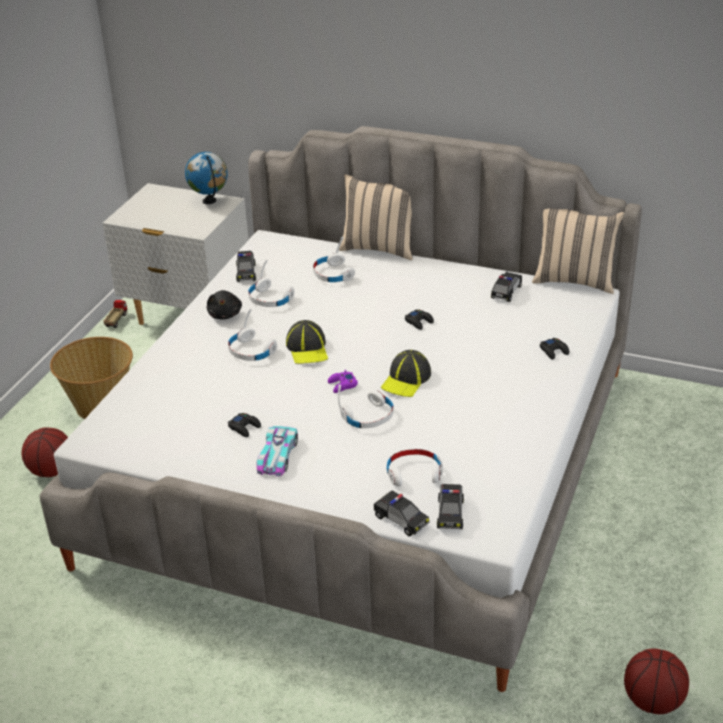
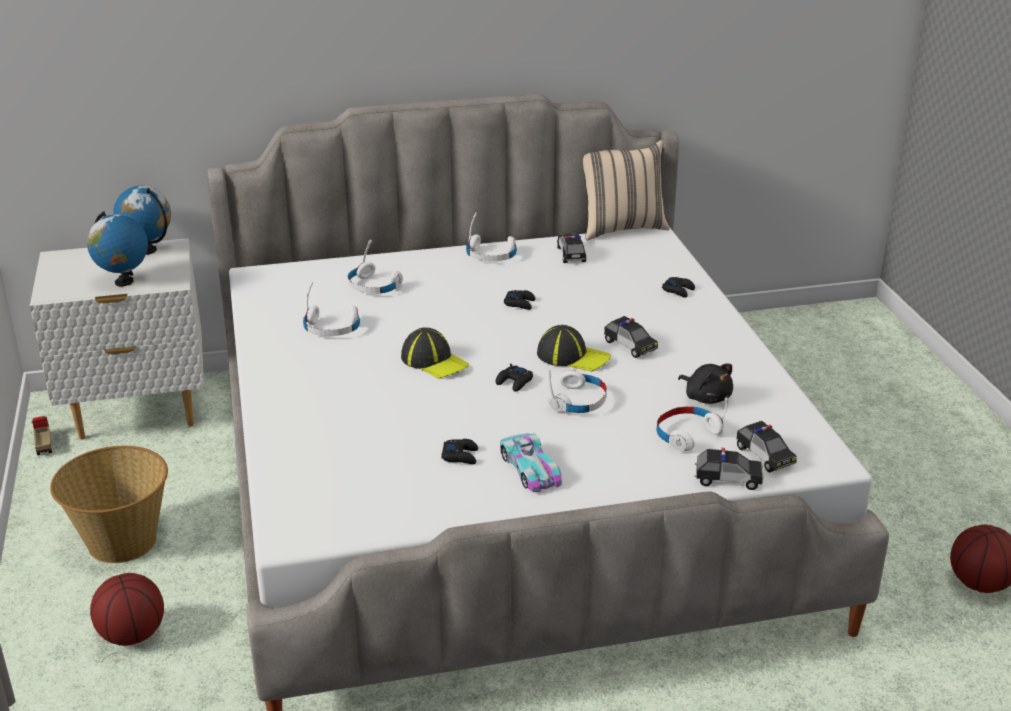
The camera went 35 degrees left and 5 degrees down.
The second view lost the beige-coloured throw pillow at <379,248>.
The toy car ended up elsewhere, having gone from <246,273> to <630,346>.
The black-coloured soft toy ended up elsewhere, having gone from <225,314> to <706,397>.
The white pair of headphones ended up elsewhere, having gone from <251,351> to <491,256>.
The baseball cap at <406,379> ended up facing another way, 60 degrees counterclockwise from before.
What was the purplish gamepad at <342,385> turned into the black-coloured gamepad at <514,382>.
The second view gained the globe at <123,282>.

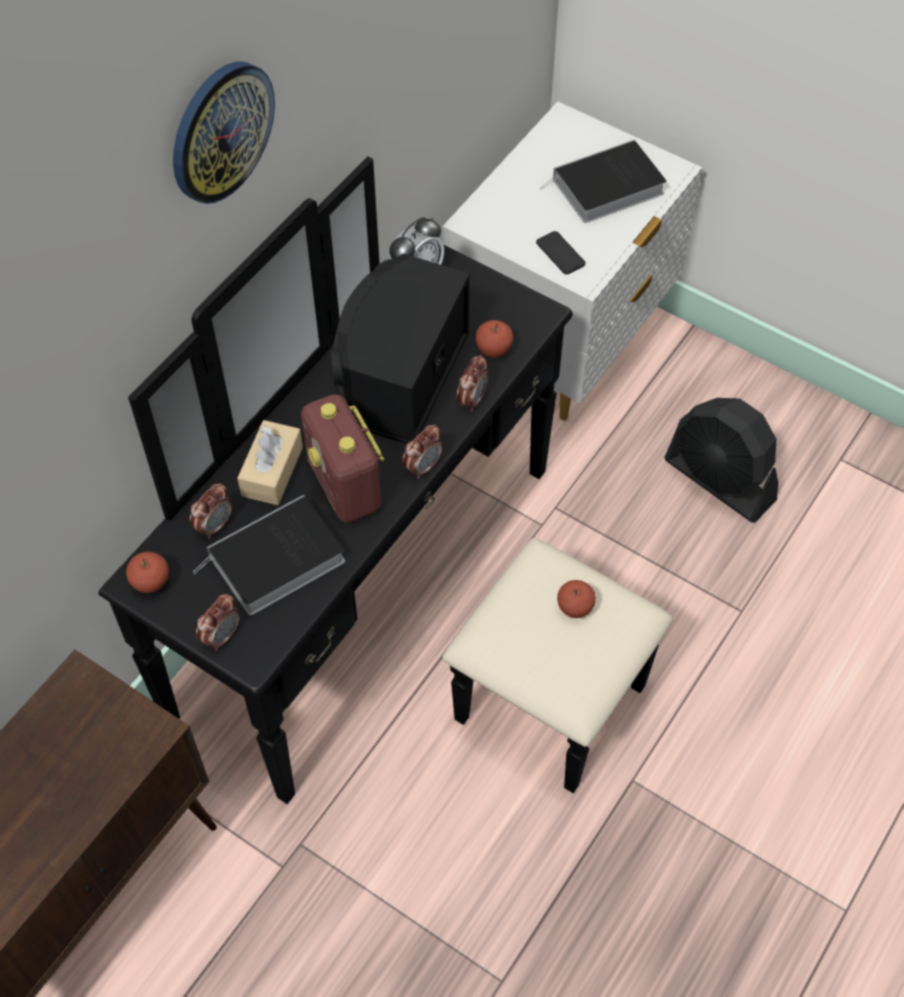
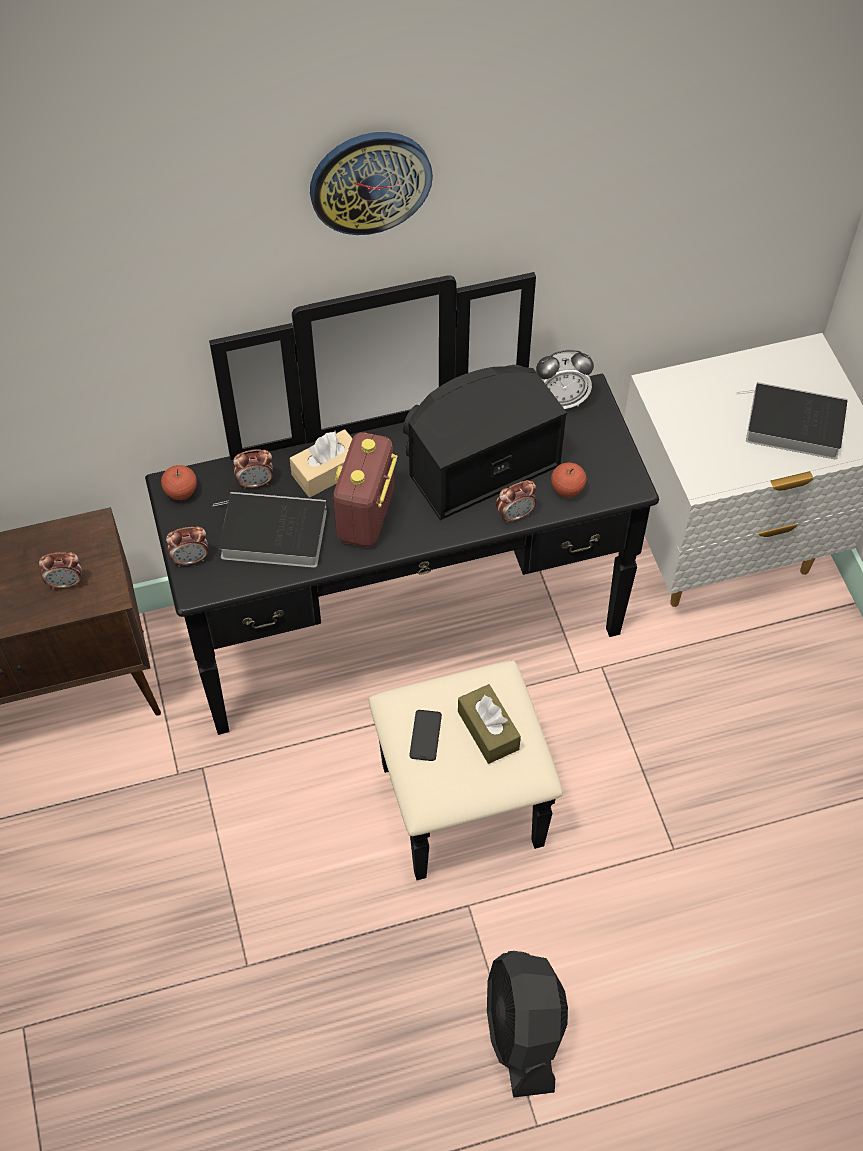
The camera went 40 degrees right and 0 degrees up.
The telephone ended up elsewhere, having gone from <560,253> to <425,735>.
The black-coloured electric fan ended up elsewhere, having gone from <719,481> to <523,1032>.
The alarm clock ended up elsewhere, having gone from <423,466> to <66,583>.
Where the apple fruit stood at <574,608>, the brownish tissue holder came to stand at <488,730>.

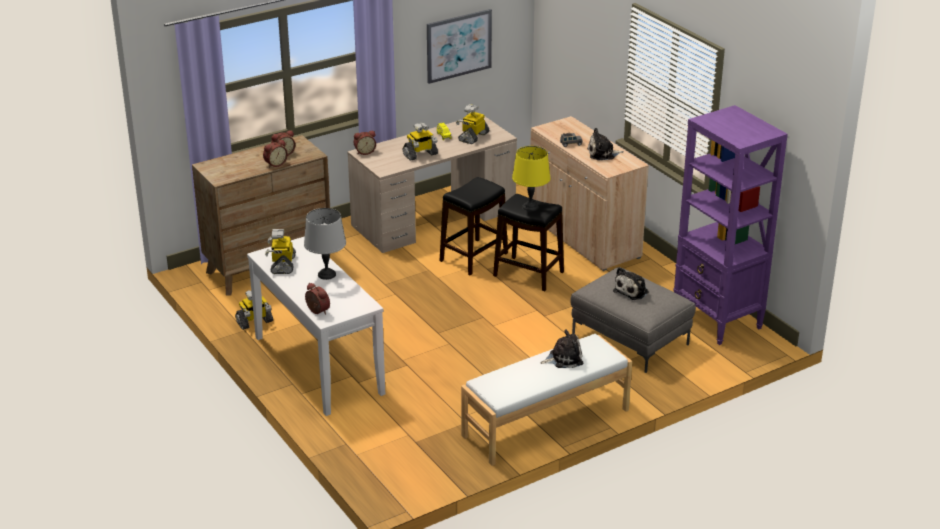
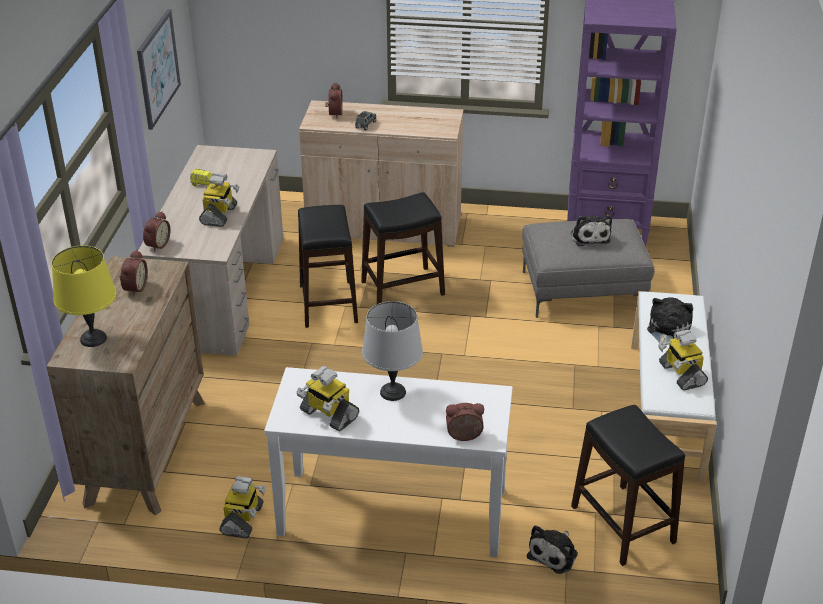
The camera went 50 degrees left and 5 degrees up.
The robot figure ended up elsewhere, having gone from <473,137> to <681,374>.
The soft toy ended up elsewhere, having gone from <602,154> to <554,554>.
The alarm clock ended up elsewhere, having gone from <275,164> to <334,113>.
The yellow table lamp ended up elsewhere, having gone from <531,207> to <94,338>.
The second view gained the black-coloured stool at <623,524>.

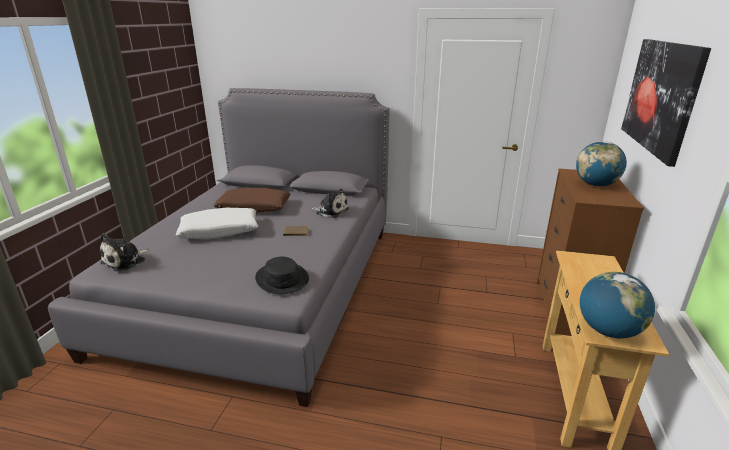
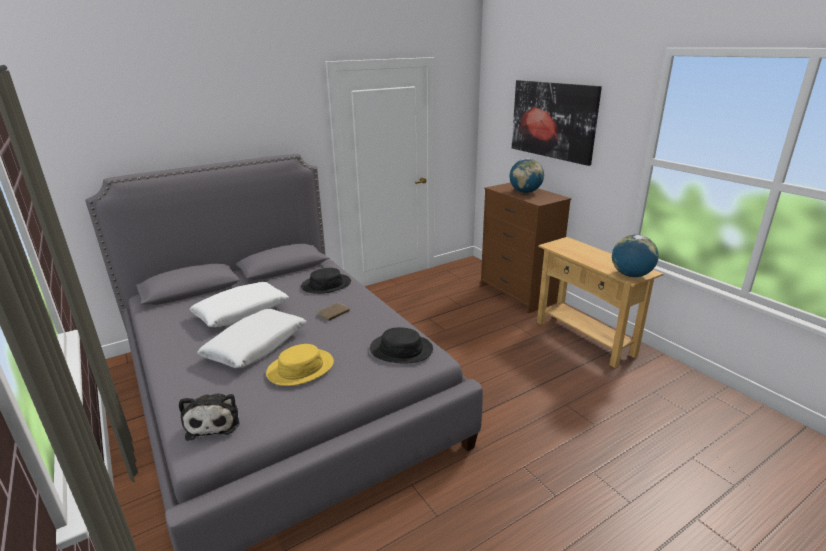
The camera went 45 degrees left and 0 degrees up.
What was the brownish throw pillow at <254,207> turned into the white throw pillow at <241,312>.
Where the soft toy stood at <331,211>, the black-coloured hat came to stand at <326,284>.
The second view gained the yellow hat at <300,368>.

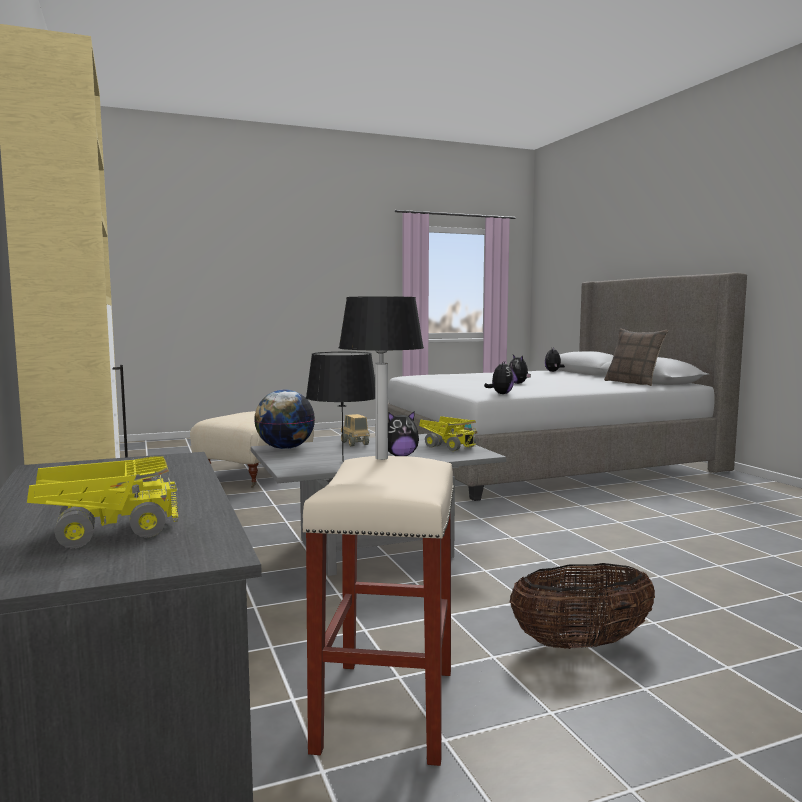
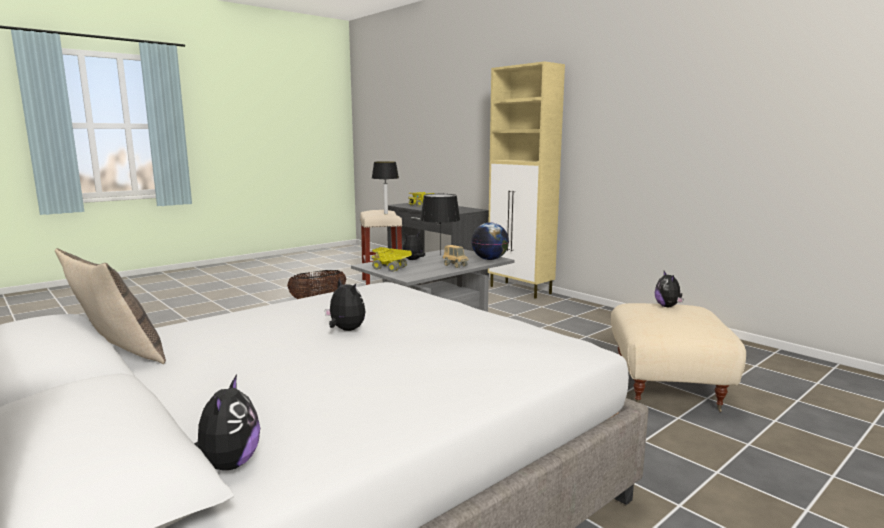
The camera went 160 degrees right and 5 degrees up.
The soft toy ended up elsewhere, having gone from <500,394> to <668,306>.

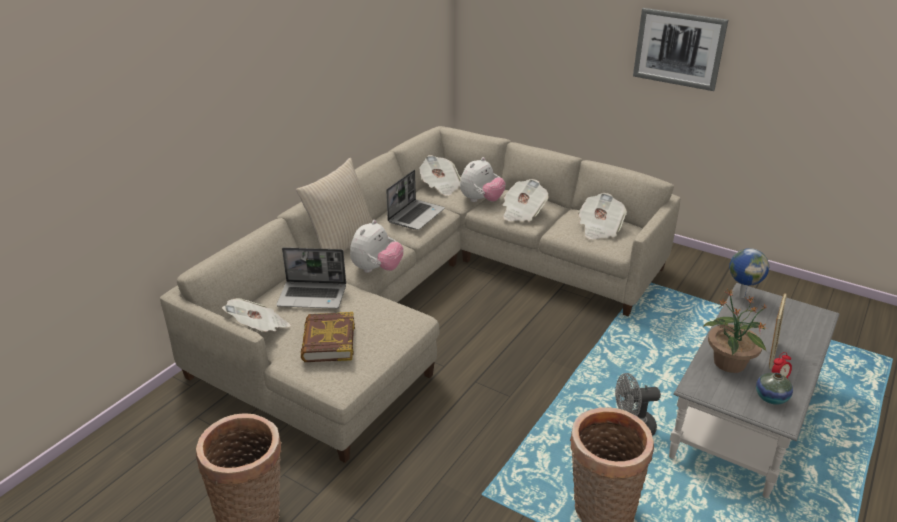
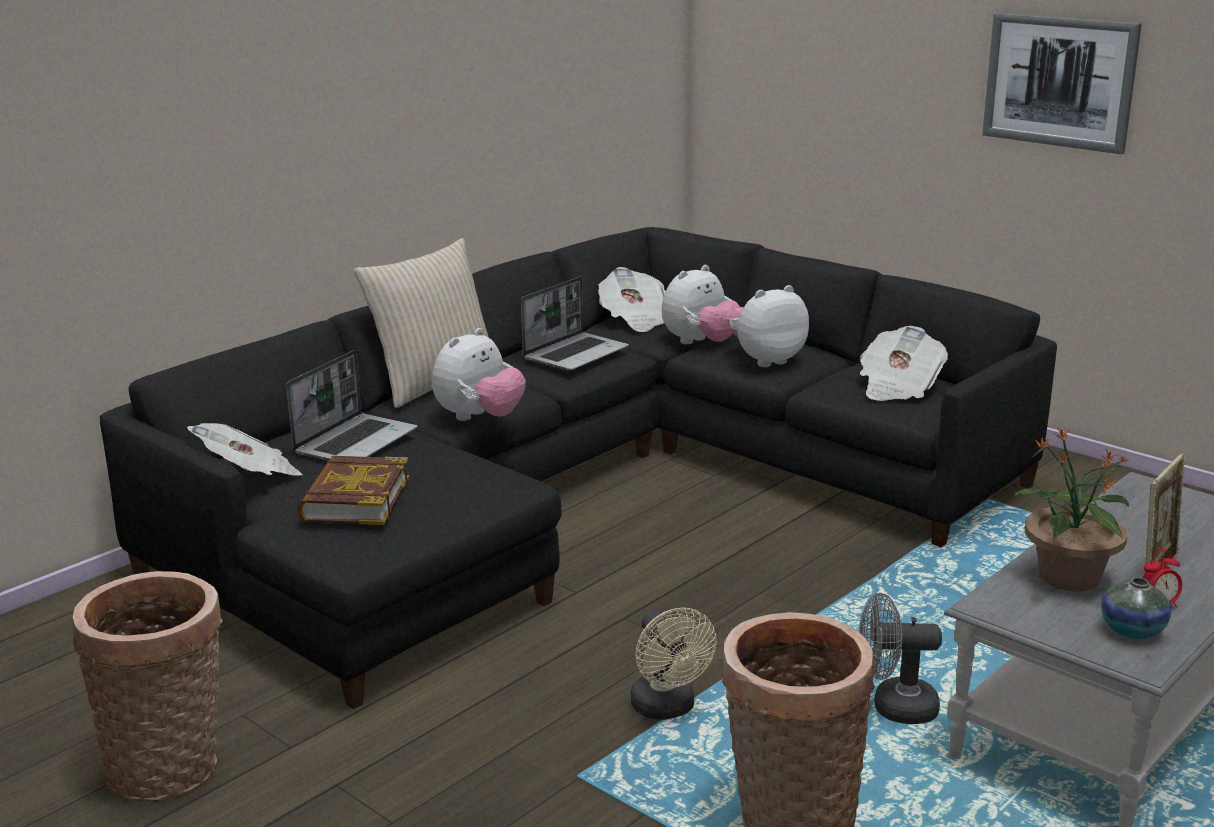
The camera went 10 degrees right and 10 degrees down.
What was the beige-coloured couch at <426,295> turned into the black-coloured couch at <581,493>.
Where the daily paper stood at <522,212>, the soft toy came to stand at <766,360>.
The laptop at <313,296> ended up facing another way, 75 degrees counterclockwise from before.
The second view lost the globe at <741,295>.
The second view gained the beige-coloured electric fan at <667,709>.

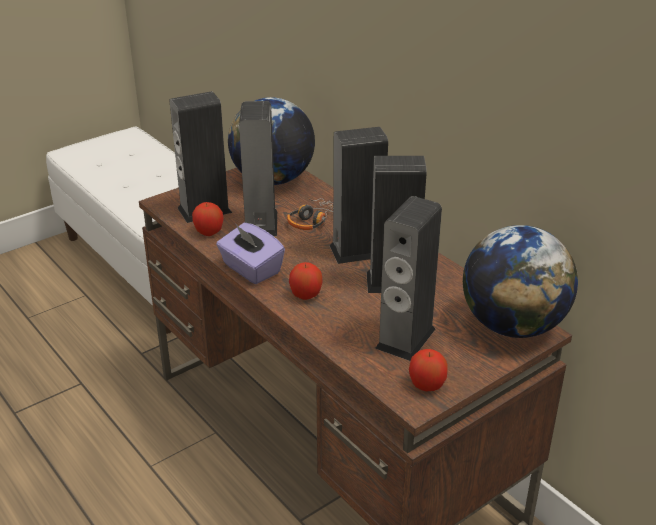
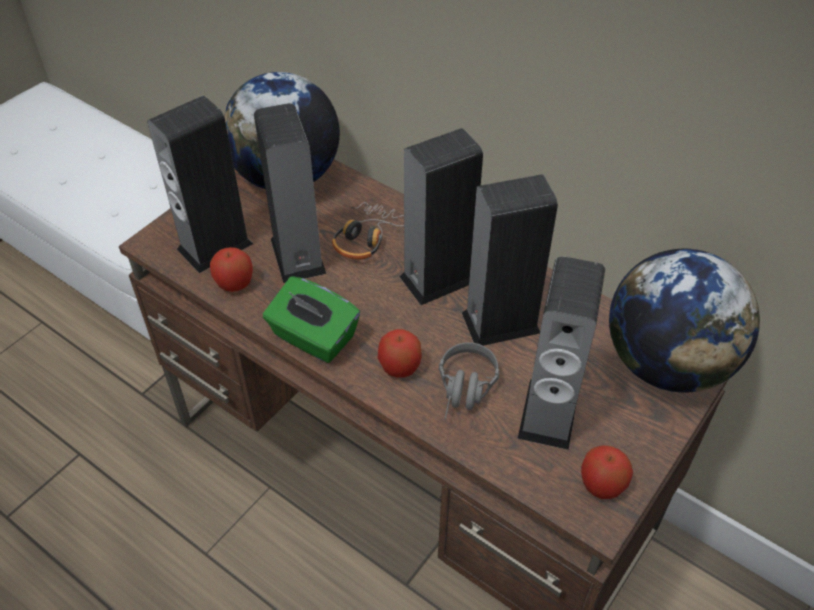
The camera went 15 degrees left and 15 degrees up.
What was the purplish tissue holder at <251,269> turned into the green tissue holder at <313,338>.
The second view gained the greyish pair of headphones at <465,392>.

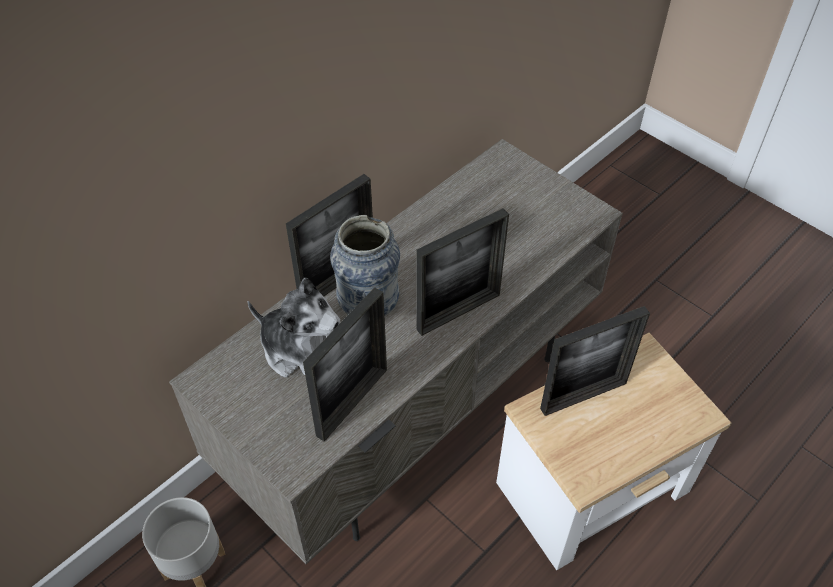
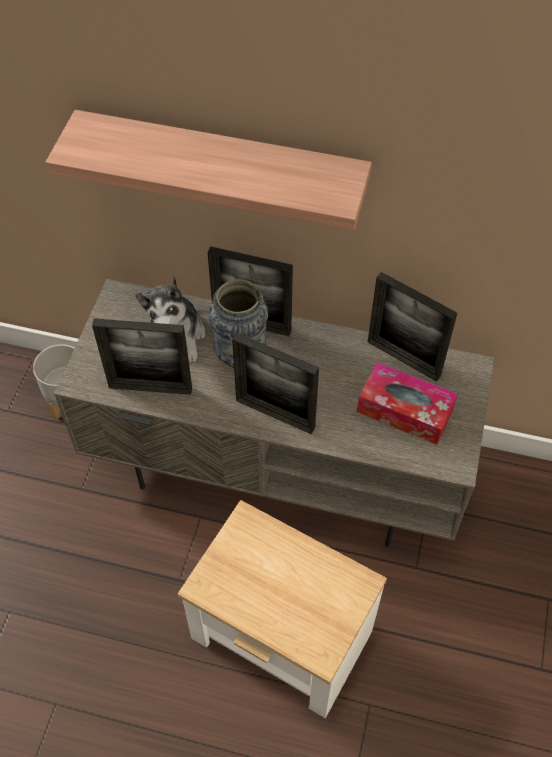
The camera went 60 degrees right and 5 degrees up.
The picture frame ended up elsewhere, having gone from <583,396> to <403,358>.
The second view gained the wall shelf at <222,167>.
The second view gained the tissue holder at <404,411>.

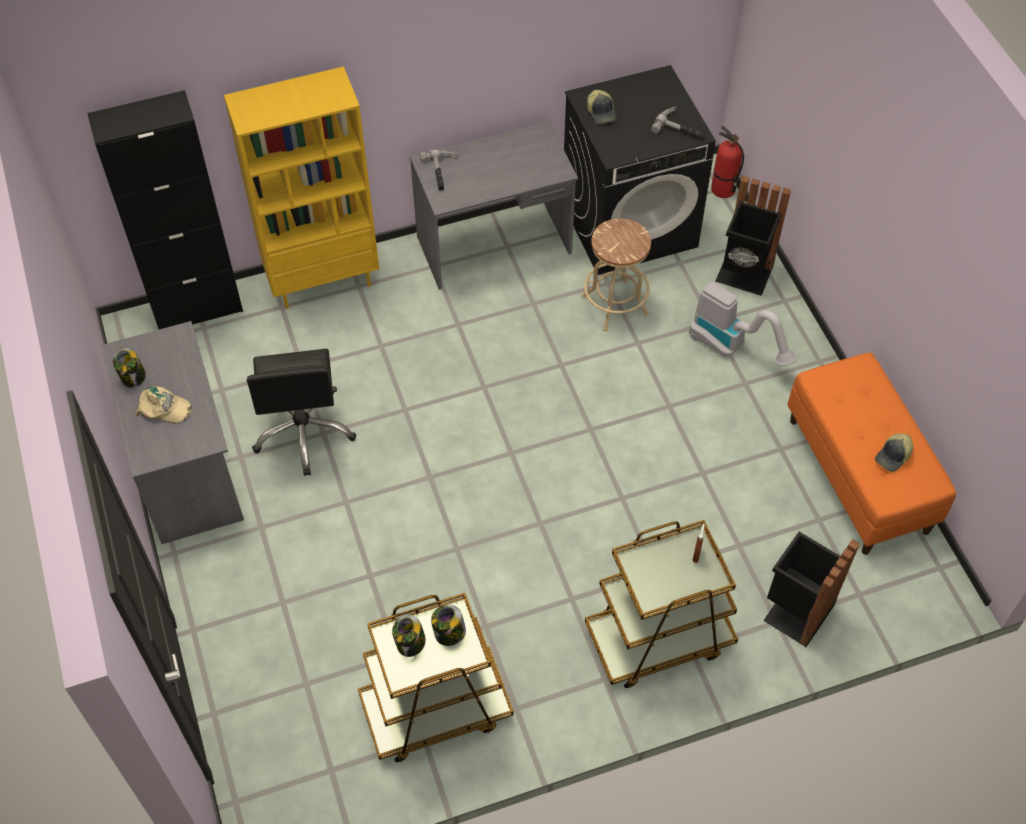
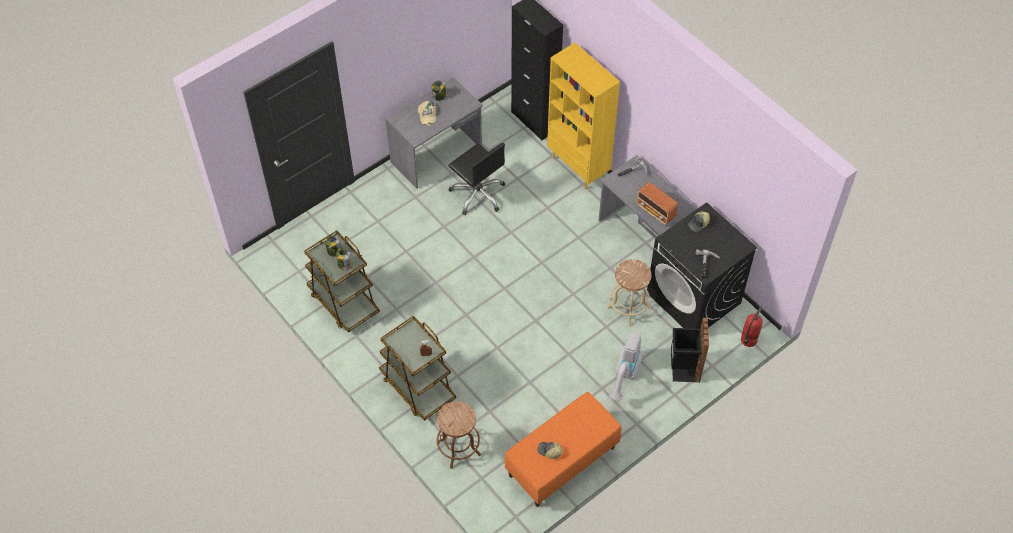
The camera went 70 degrees right and 0 degrees up.
The black-coloured desk chair at <304,432> ended up facing another way, 105 degrees counterclockwise from before.
Where the black-coloured rubbish bin stood at <795,611>, the brownish stool came to stand at <458,448>.
The second view gained the radio set at <656,211>.

